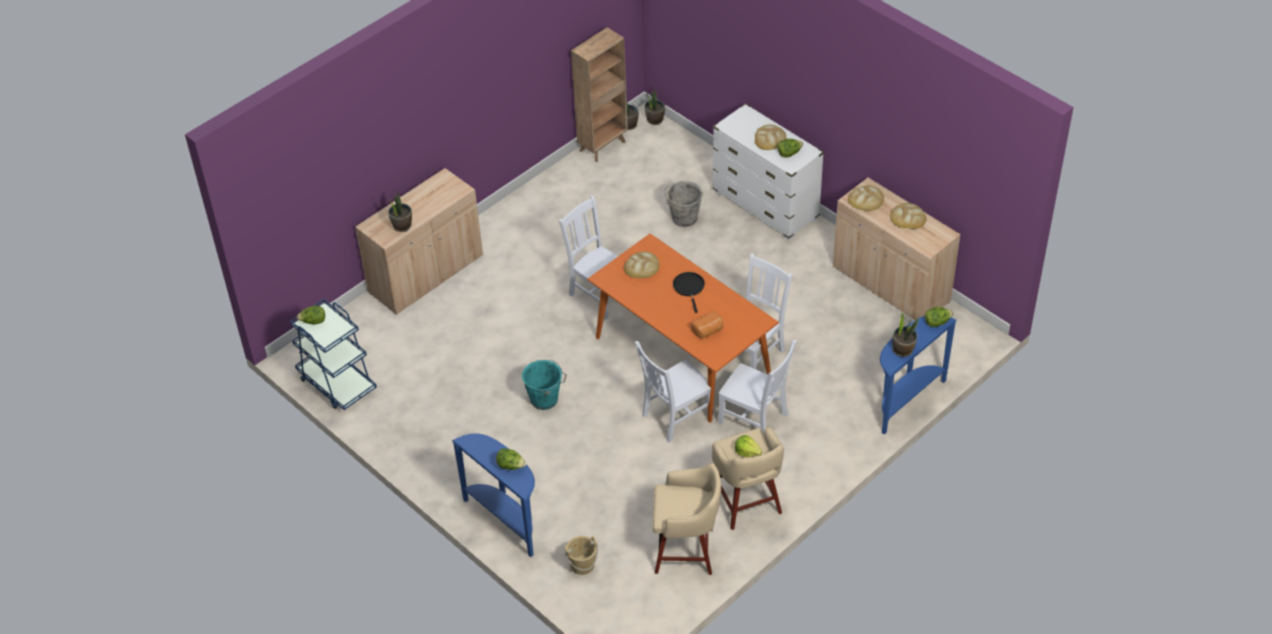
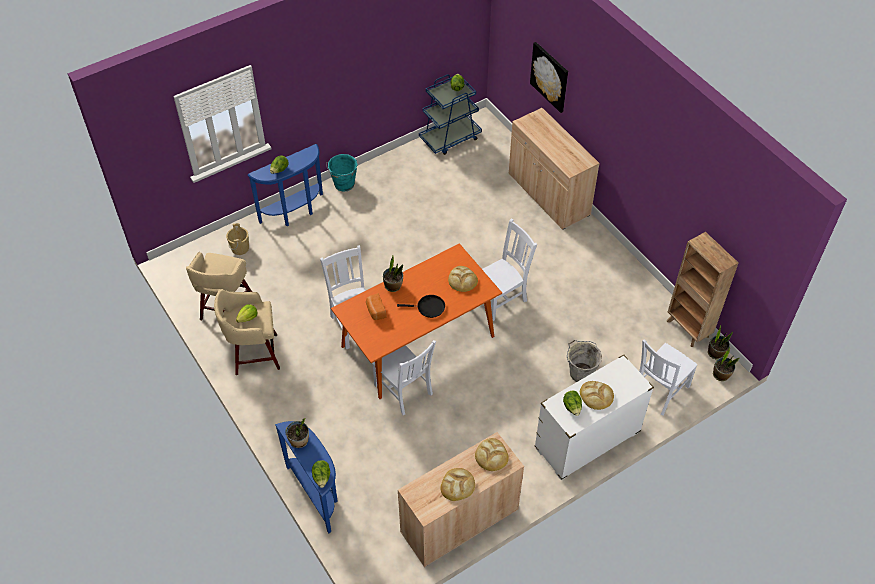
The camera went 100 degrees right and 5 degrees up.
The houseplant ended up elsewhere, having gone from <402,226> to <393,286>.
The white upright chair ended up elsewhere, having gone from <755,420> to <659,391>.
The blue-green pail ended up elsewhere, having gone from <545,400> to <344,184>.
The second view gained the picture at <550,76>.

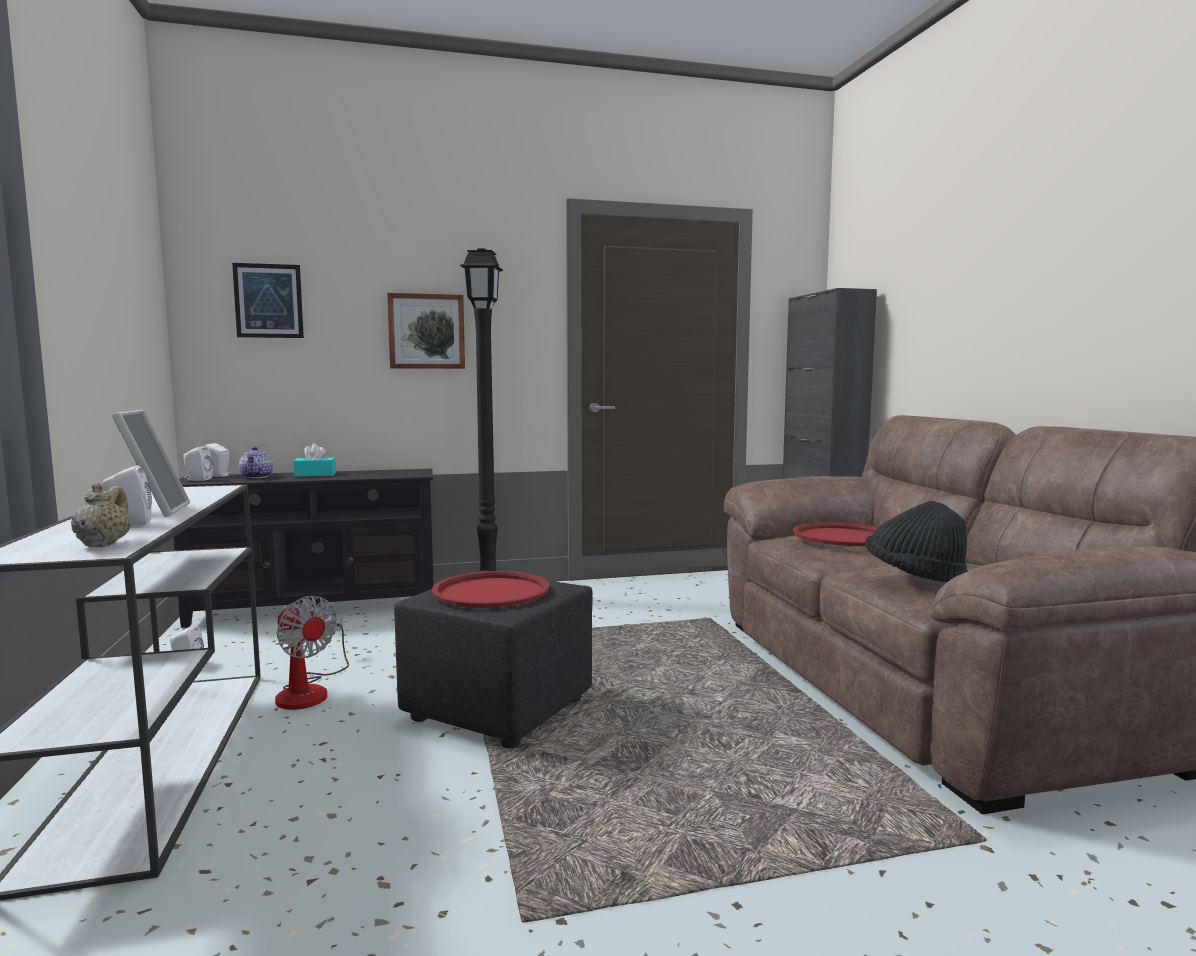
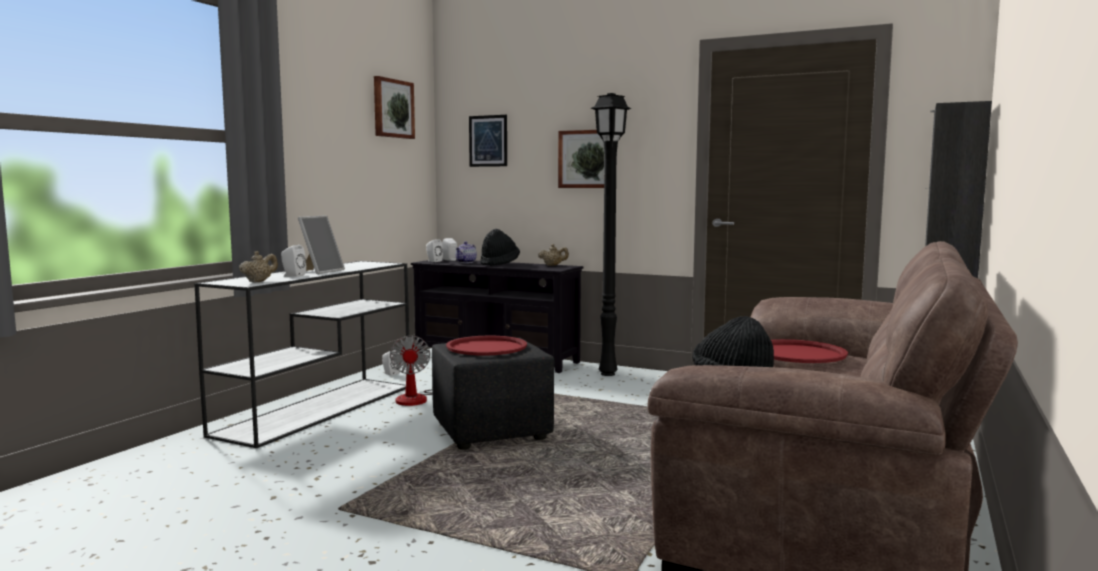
The camera went 40 degrees right and 0 degrees up.
Where the blue-green tissue holder stood at <315,475>, the black-coloured hat came to stand at <499,264>.
The second view gained the picture at <392,108>.
The second view gained the beige-coloured teapot at <553,265>.

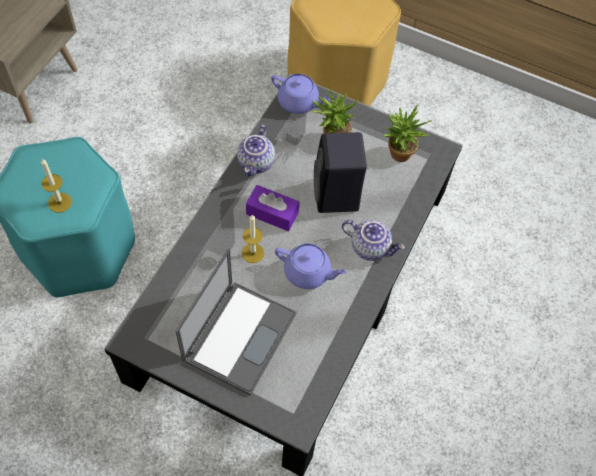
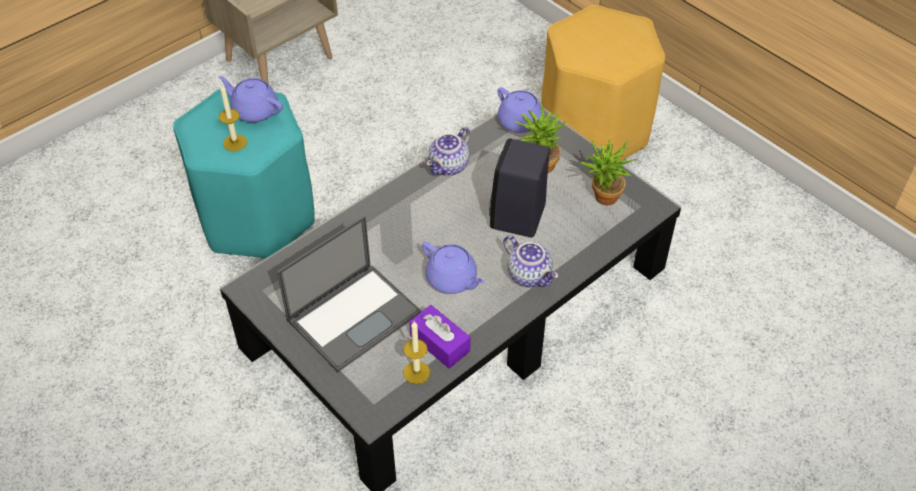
The camera went 25 degrees right and 10 degrees down.
The purplish tissue holder ended up elsewhere, having gone from <272,213> to <440,343>.
The wax light ended up elsewhere, having gone from <253,253> to <416,372>.
The second view gained the purplish teapot at <254,110>.

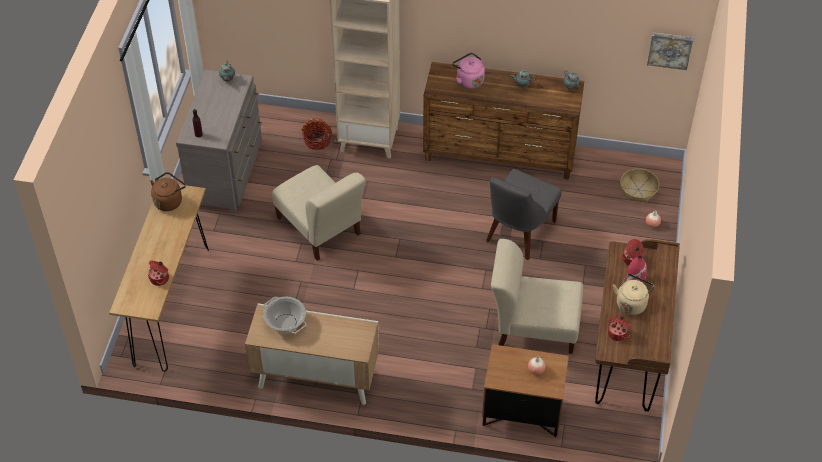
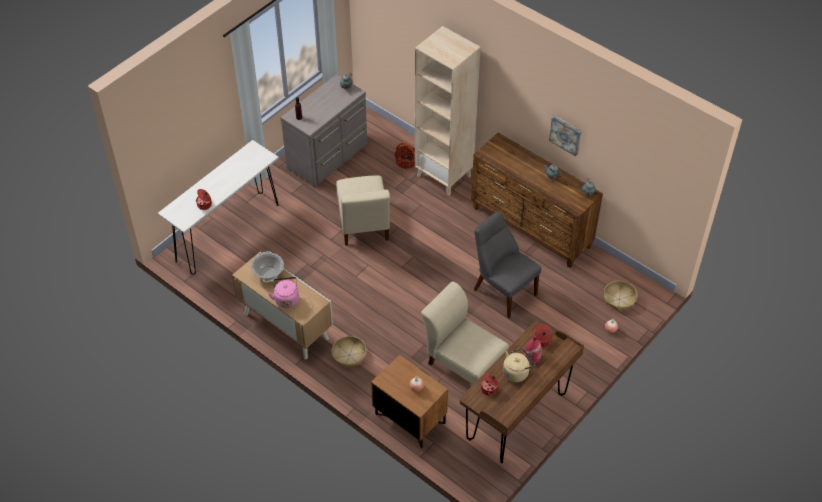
The camera went 30 degrees right and 0 degrees up.
The picture ended up elsewhere, having gone from <670,49> to <566,134>.
The pink-coloured tea kettle ended up elsewhere, having gone from <468,80> to <286,299>.
The greyish upright chair at <518,233> ended up facing another way, 75 degrees clockwise from before.
The second view lost the brownish tea kettle at <169,201>.
What was the brownish narrow table at <171,306> turned into the white narrow table at <227,232>.
The second view gained the storage basket at <349,355>.

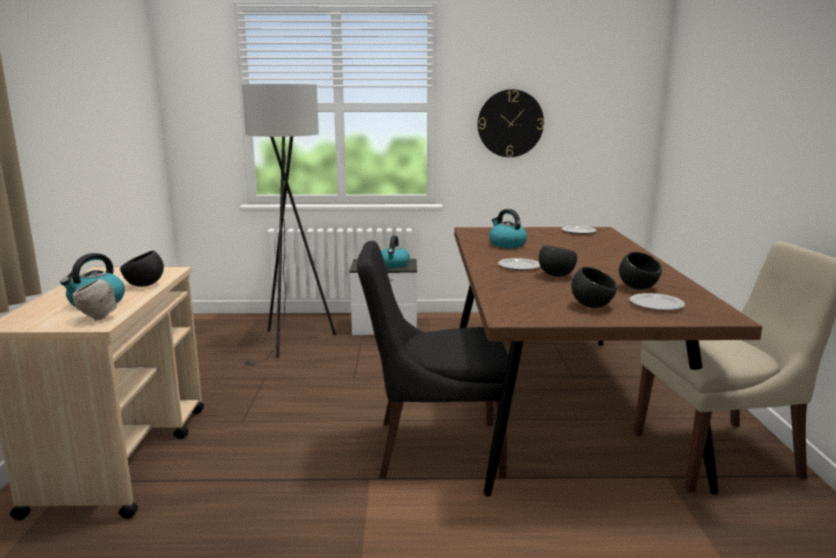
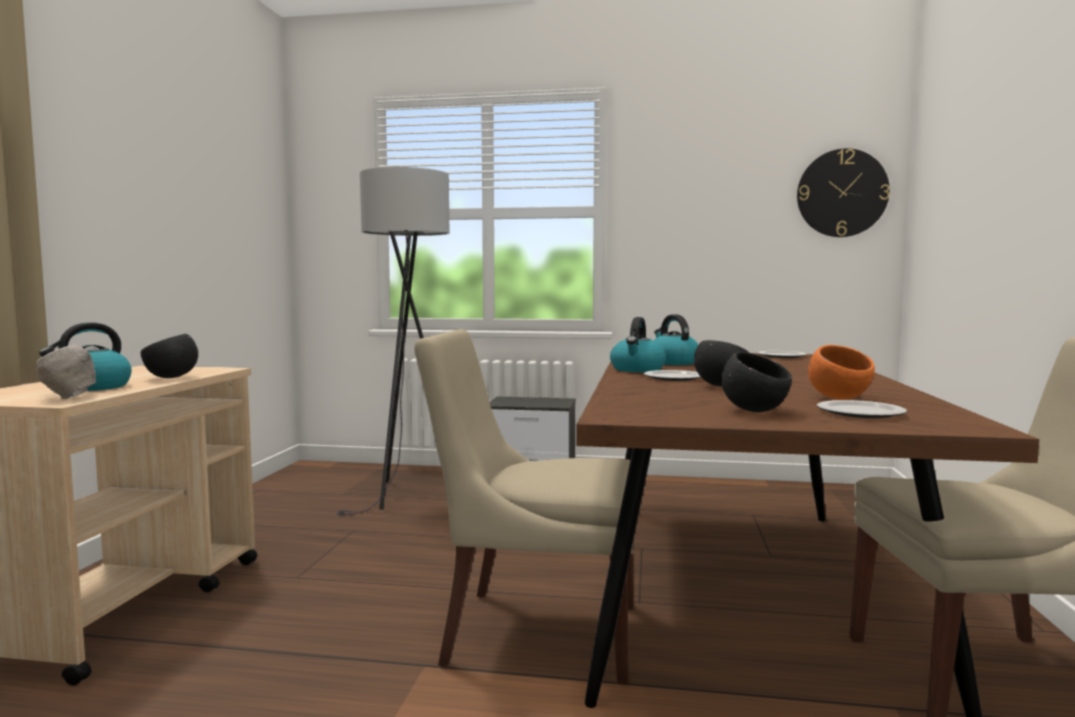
The camera went 10 degrees right and 10 degrees down.
The hanging clock ended up elsewhere, having gone from <510,123> to <842,193>.
The tea kettle ended up elsewhere, having gone from <394,264> to <637,369>.
What was the black-coloured upright chair at <434,449> turned into the beige-coloured upright chair at <535,633>.
What was the black-coloured serving bowl at <638,288> turned into the orange-coloured serving bowl at <839,398>.

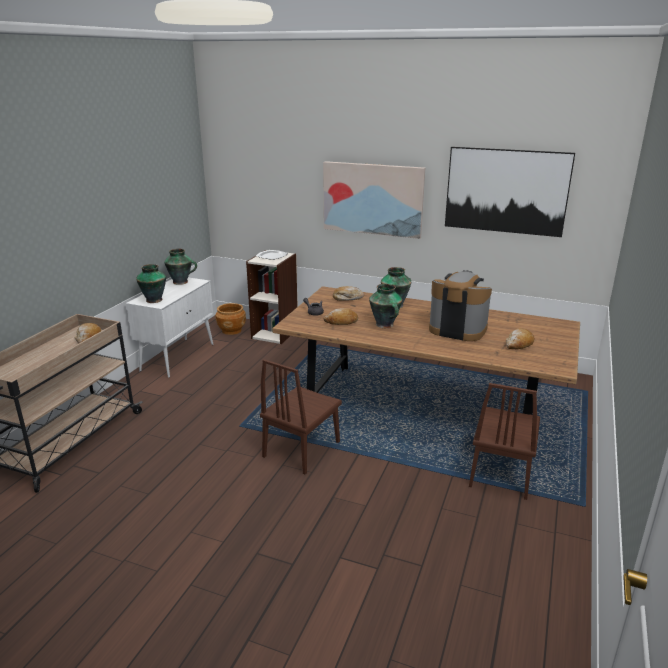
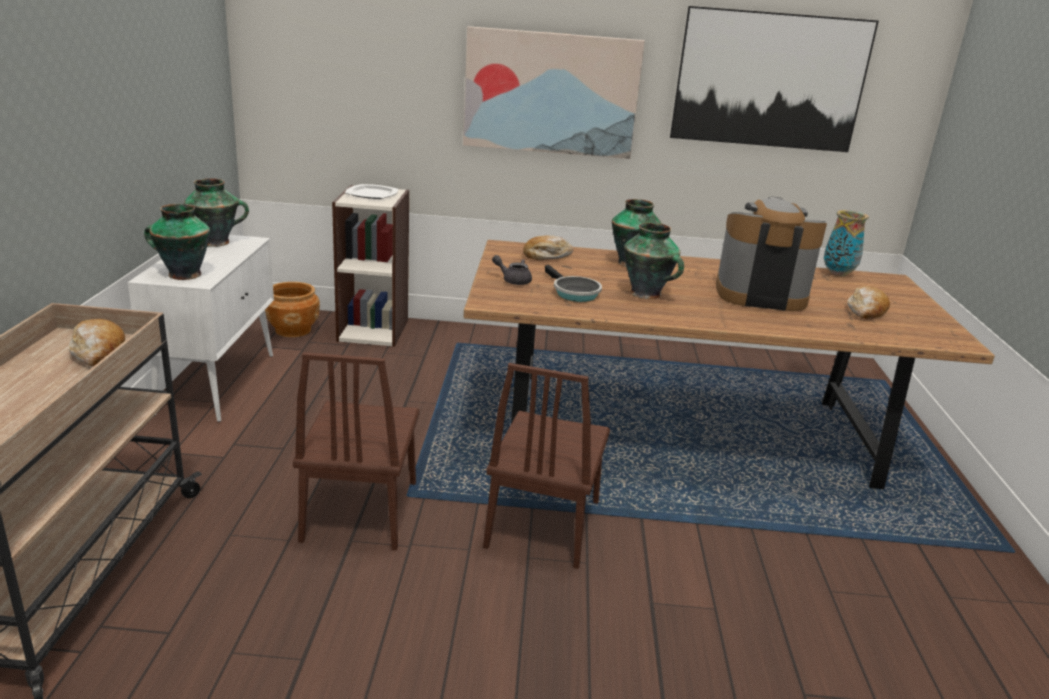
The camera went 20 degrees left and 0 degrees up.
Where the bakery bread stood at <341,322>, the frying pan came to stand at <573,293>.
The brownish upright chair ended up elsewhere, having gone from <501,472> to <360,510>.
The second view gained the decorative vase at <837,273>.

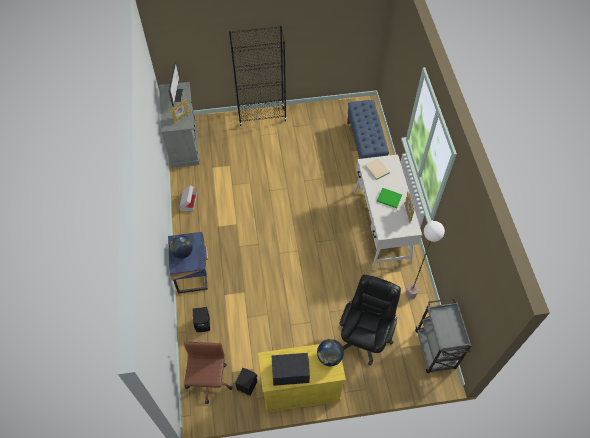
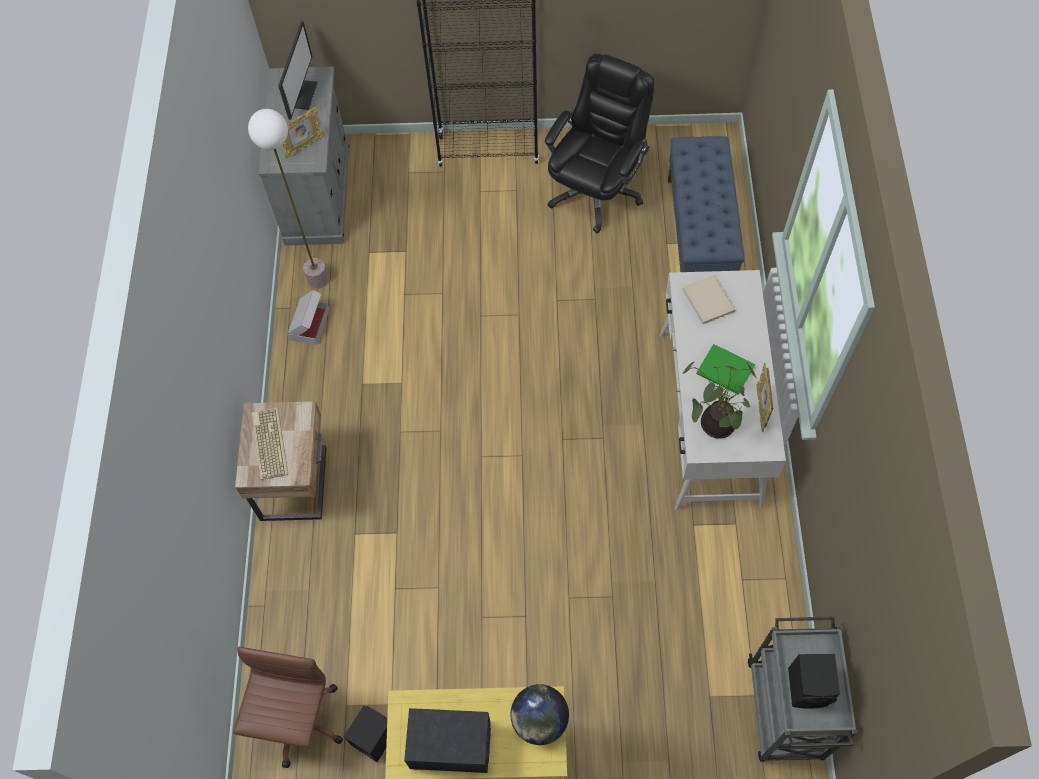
The camera went 10 degrees right and 5 degrees up.
The standard lamp ended up elsewhere, having gone from <410,294> to <318,279>.
What was the bluish nightstand at <193,274> turned into the beige-coloured nightstand at <297,483>.
Where the globe stood at <182,252>, the PC keyboard came to stand at <268,443>.
The black-coloured desk chair ended up elsewhere, having gone from <365,336> to <596,191>.
The black-coloured speaker ended up elsewhere, having gone from <203,324> to <809,688>.
The second view gained the houseplant at <714,423>.

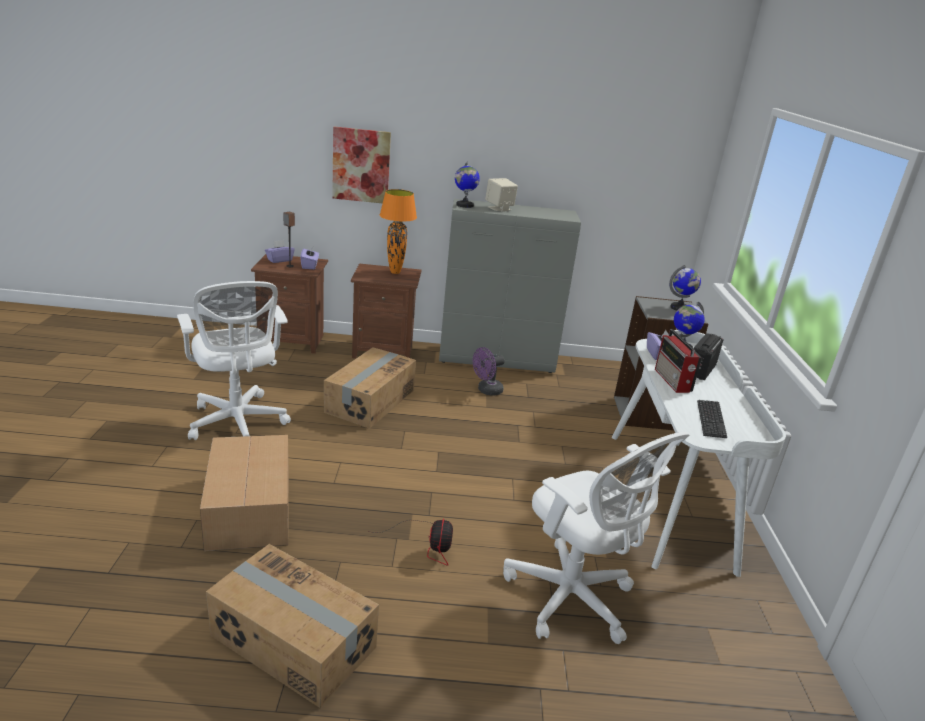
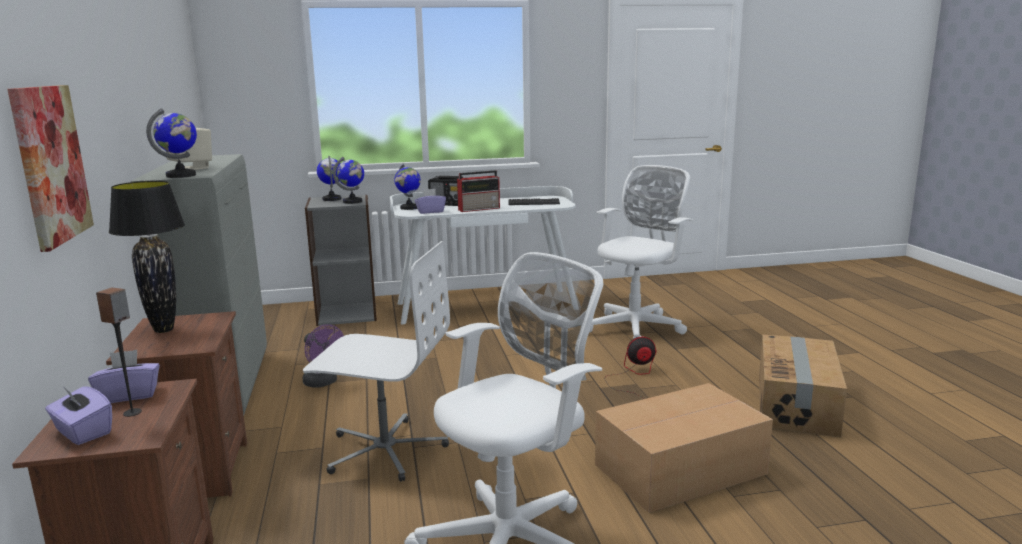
The camera went 100 degrees left and 10 degrees down.
What was the orange-coloured table lamp at <395,272> turned into the black-coloured table lamp at <164,330>.
Where the cardboard box stood at <369,401>, the white desk chair came to stand at <385,450>.
The second view gained the globe at <353,201>.

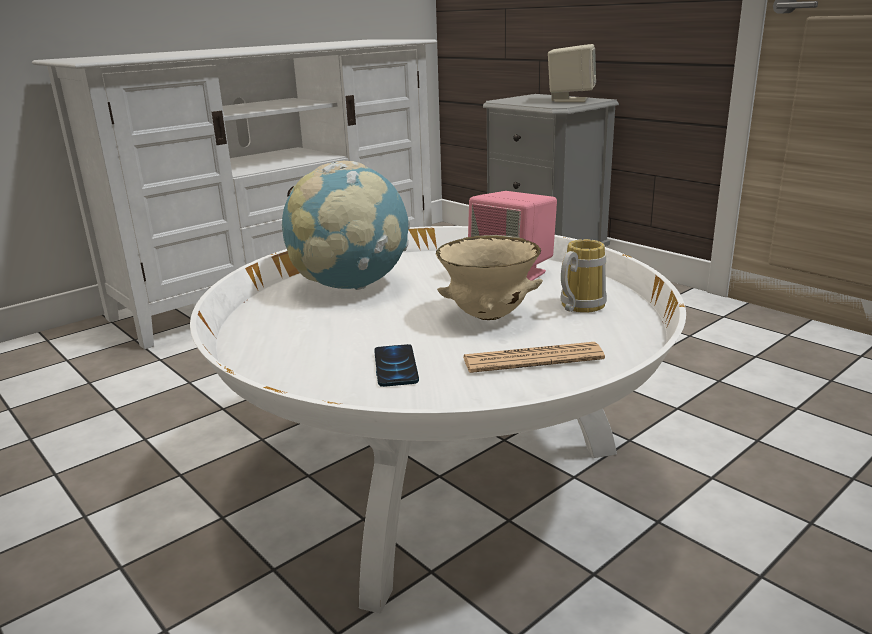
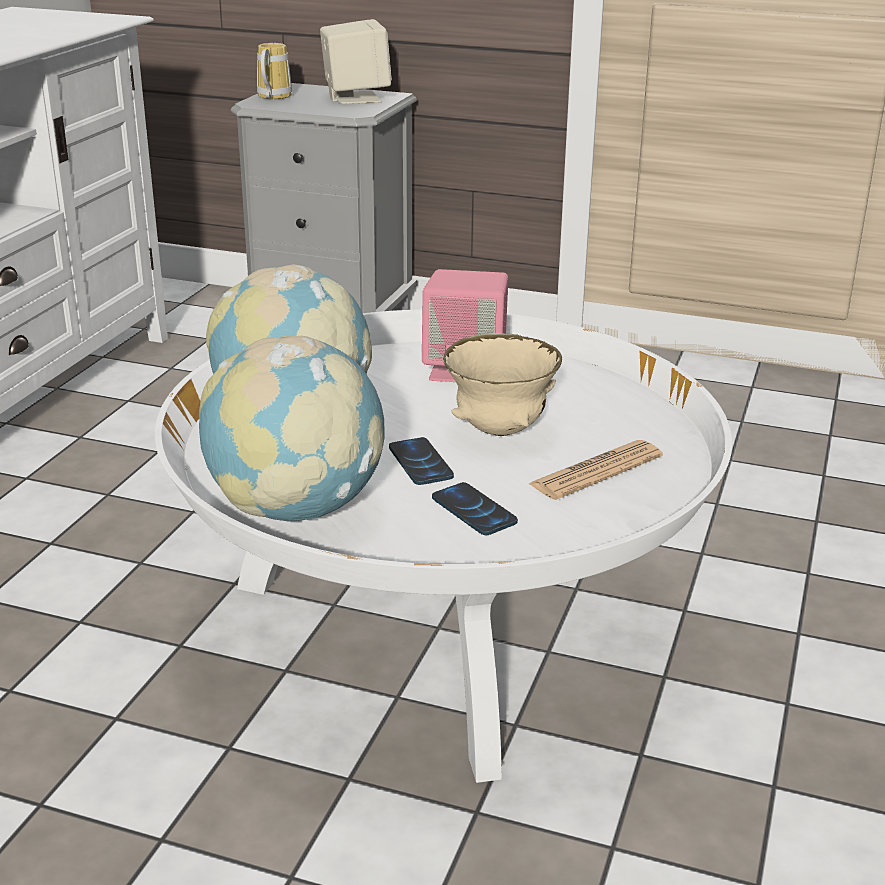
The camera went 30 degrees left and 5 degrees up.
The tea mug ended up elsewhere, having gone from <577,306> to <271,97>.
The second view gained the globe at <296,508>.
The second view gained the telephone at <420,463>.

